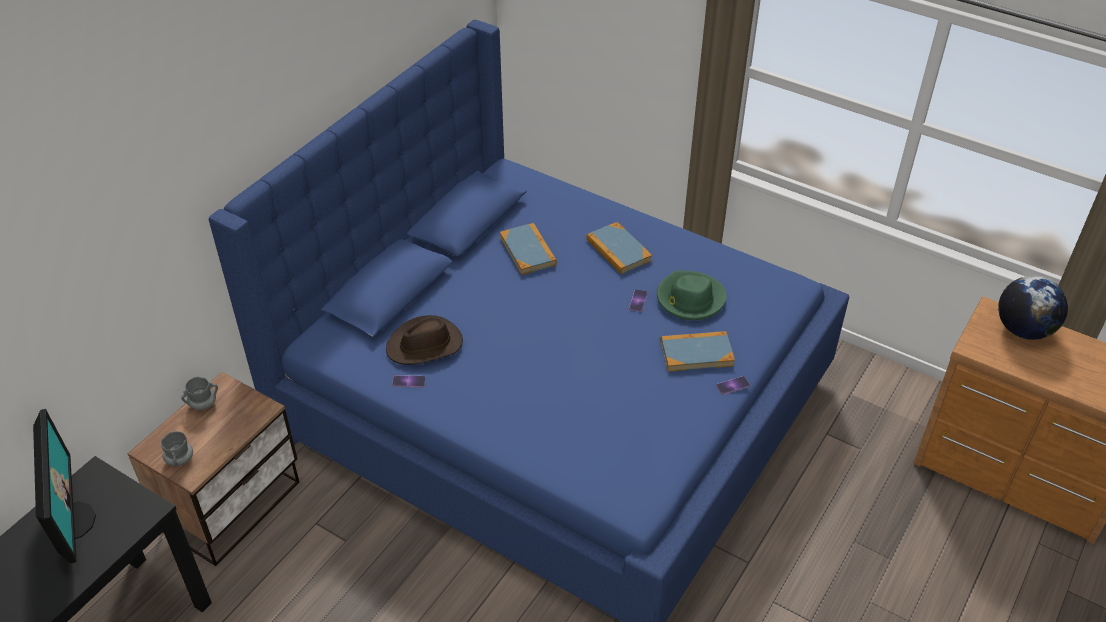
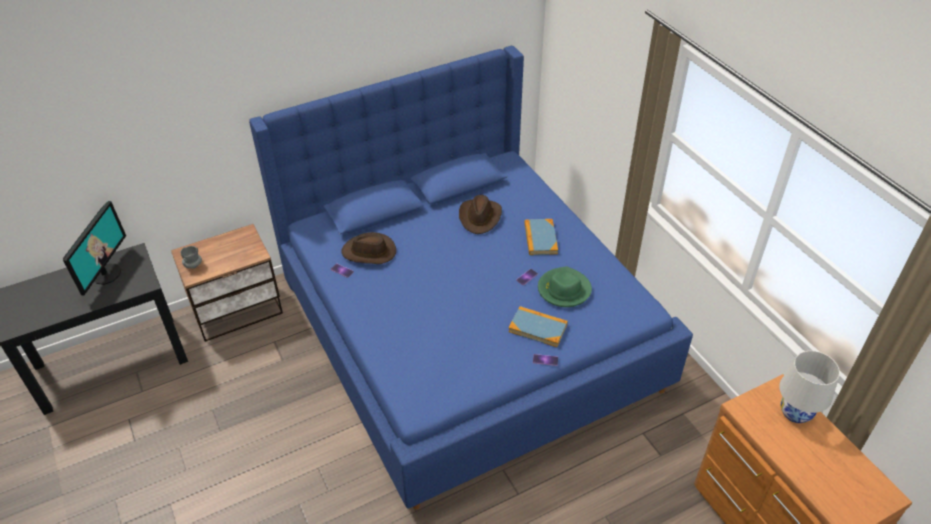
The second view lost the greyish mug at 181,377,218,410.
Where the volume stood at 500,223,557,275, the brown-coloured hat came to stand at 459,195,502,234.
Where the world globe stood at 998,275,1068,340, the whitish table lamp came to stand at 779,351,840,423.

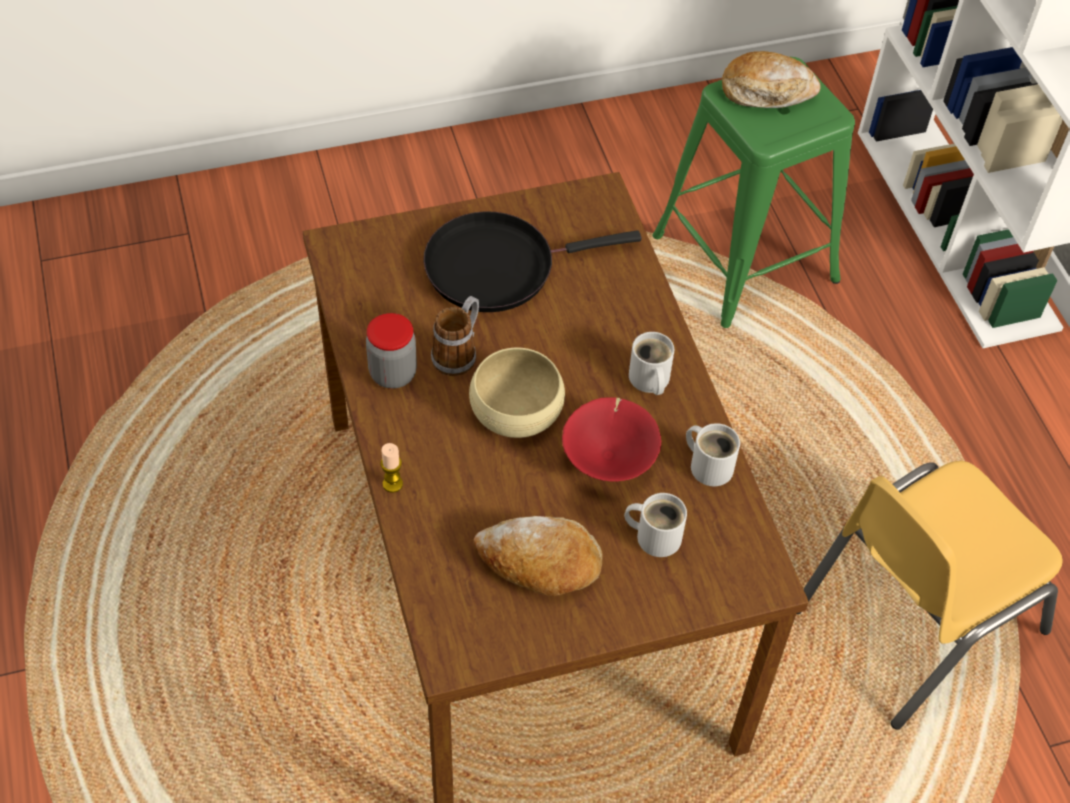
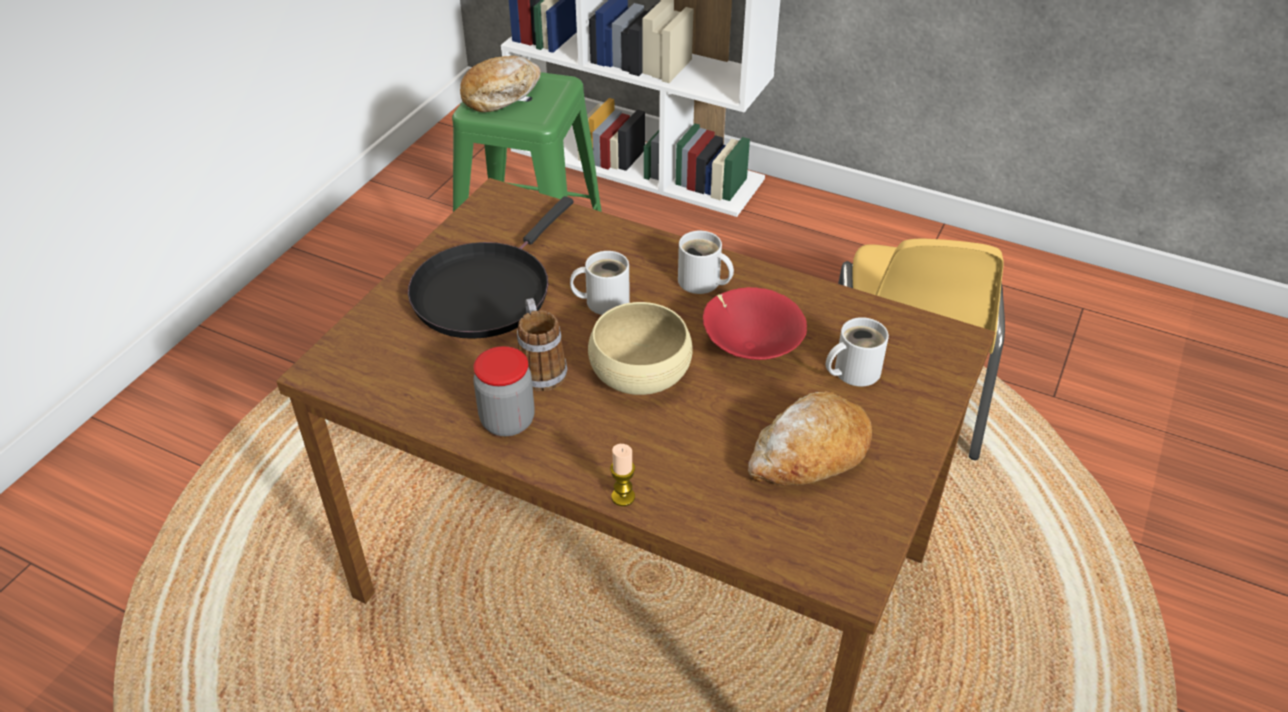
The whitish mug ended up elsewhere, having gone from 686,423,740,486 to 570,251,630,315.

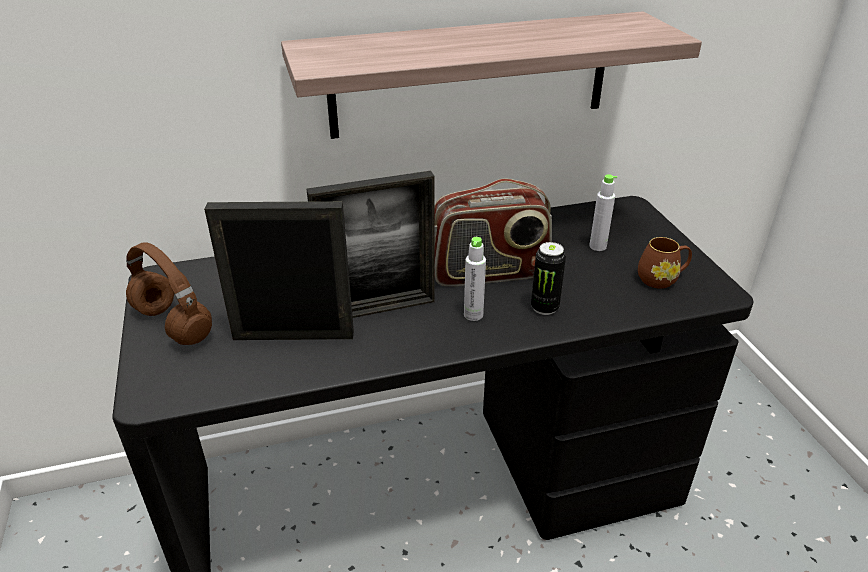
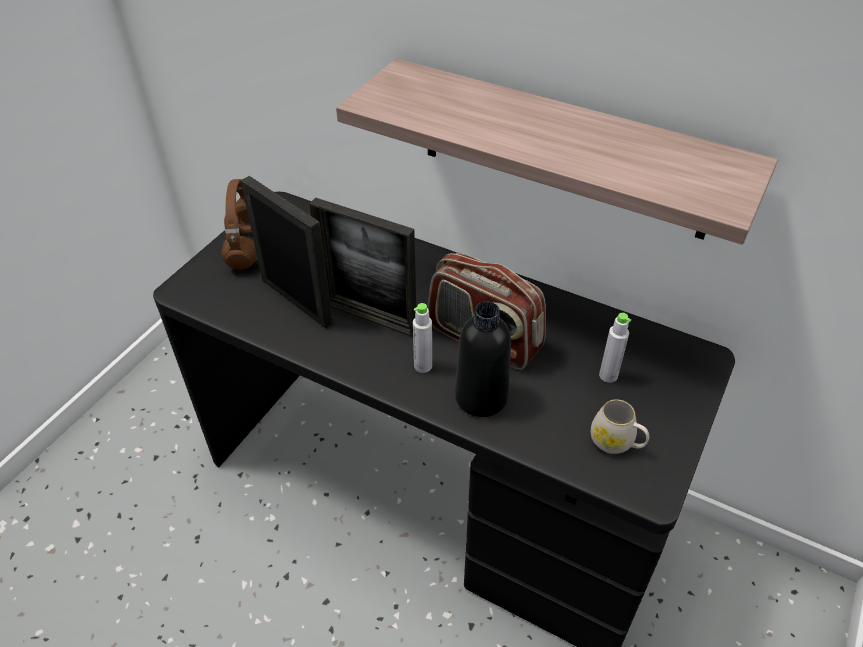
Where the can stood at 531,242,566,315, the blackish drink bottle came to stand at 455,301,511,417.
What was the brown-coloured mug at 638,237,692,289 turned into the whitish mug at 591,399,649,454.

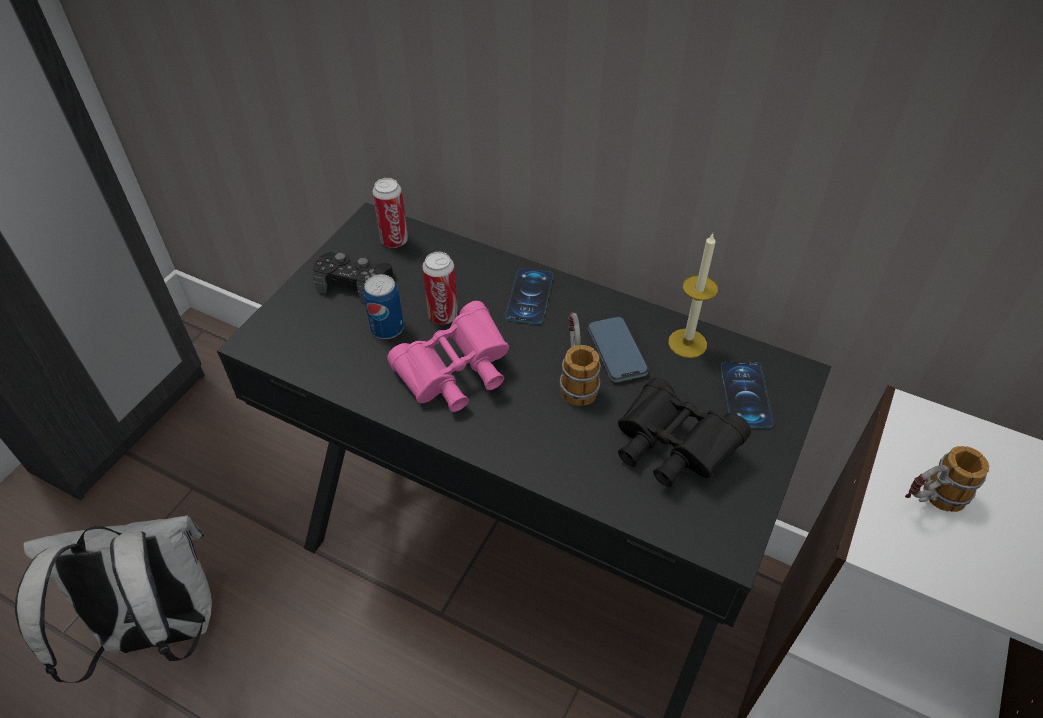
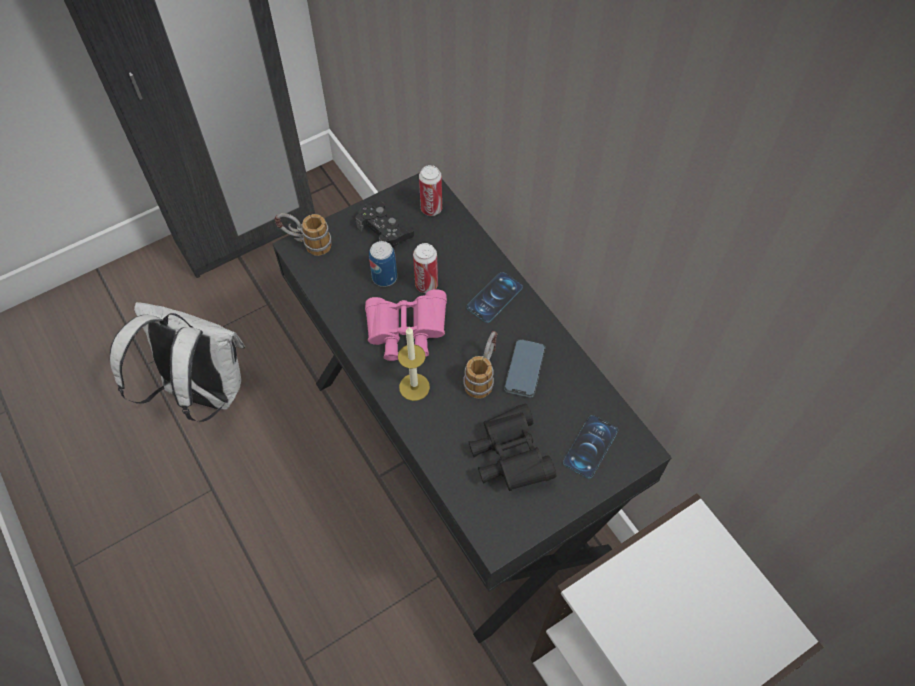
The wax candle ended up elsewhere, having gone from 668,233,718,358 to 398,327,430,401.
The mug ended up elsewhere, having gone from 905,446,989,512 to 274,213,332,256.

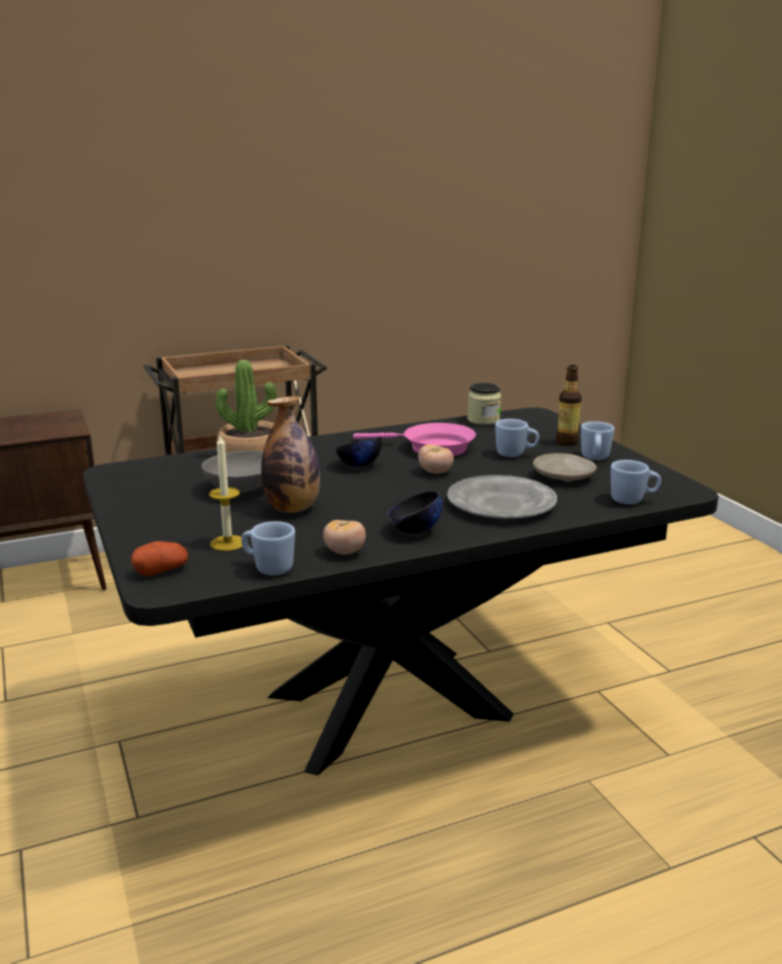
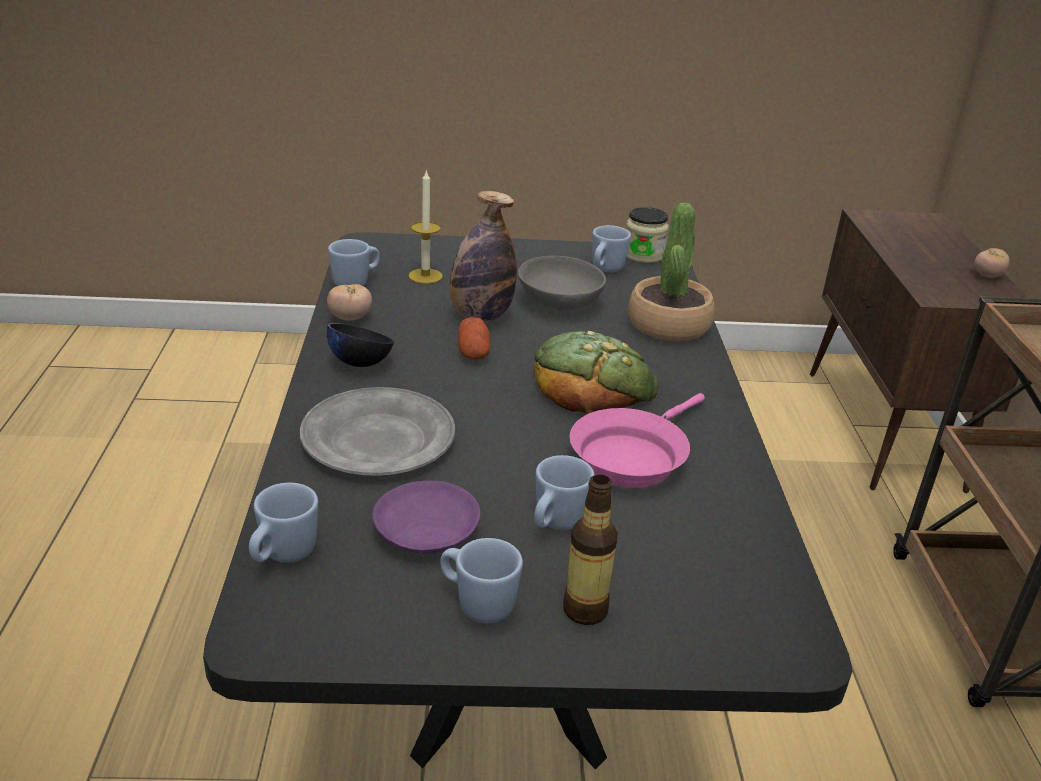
The second view gained the bluish mug at 592,225,631,272.
The whole potato ended up elsewhere, having gone from 131,541,188,576 to 458,317,491,360.
The whole tomato ended up elsewhere, having gone from 418,444,454,474 to 974,248,1010,278.
The preserve jar ended up elsewhere, having gone from 467,383,501,425 to 626,207,669,263.
Where the blackish deep dish stood at 335,437,382,466, the bakery bread came to stand at 533,331,658,413.
What was the beige dinner plate at 533,453,597,482 turned into the purple dinner plate at 372,481,481,554.

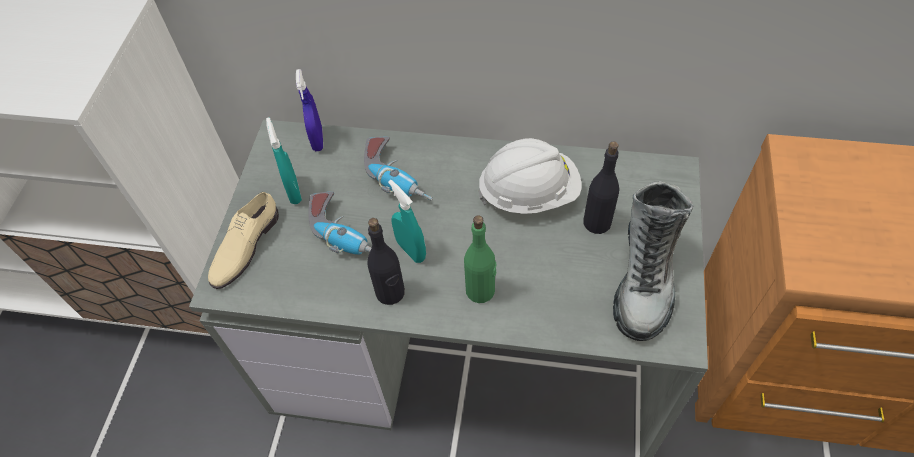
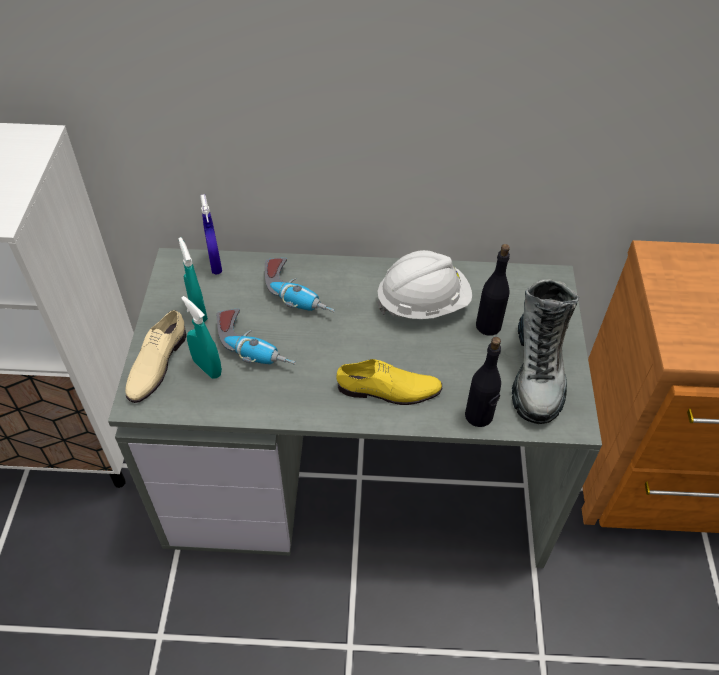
The blackish drink bottle ended up elsewhere, having gone from 367,218,405,305 to 465,337,501,427.
The turquoise-coloured sprayer ended up elsewhere, having gone from 388,180,426,263 to 181,296,222,379.
Where the green drink bottle stood at 464,215,496,303, the yellowish shoe came to stand at 336,359,443,405.

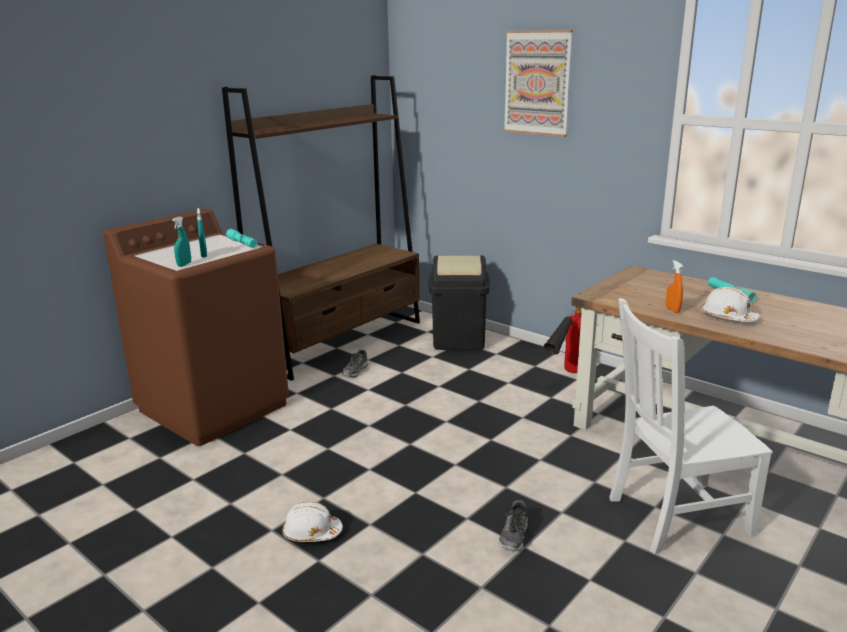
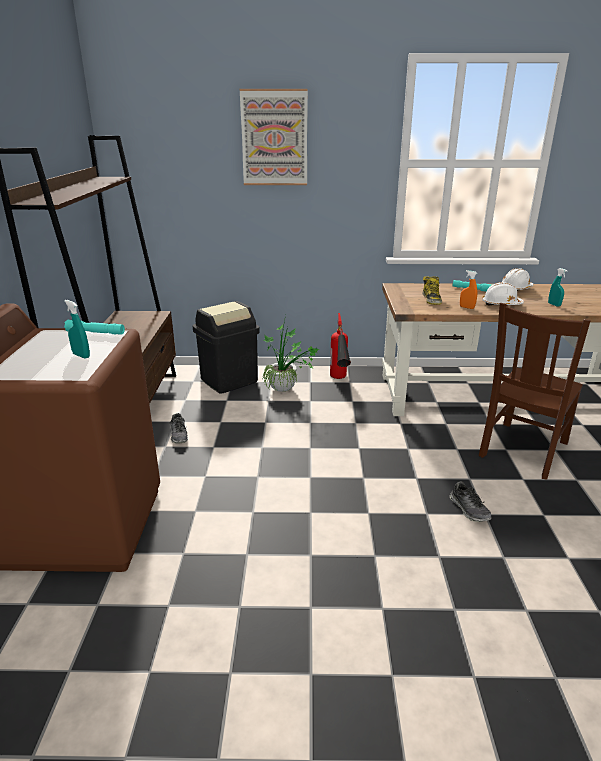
The second view gained the houseplant at 262,316,319,392.
The second view gained the tall boot at 422,276,442,305.
The turquoise-coloured sprayer ended up elsewhere, having gone from 172,216,191,267 to 548,268,568,307.
The whitish safety helmet ended up elsewhere, having gone from 282,501,343,542 to 502,268,534,291.
What was the whitish plain chair at 609,298,773,554 turned into the brown-coloured plain chair at 478,303,591,480.

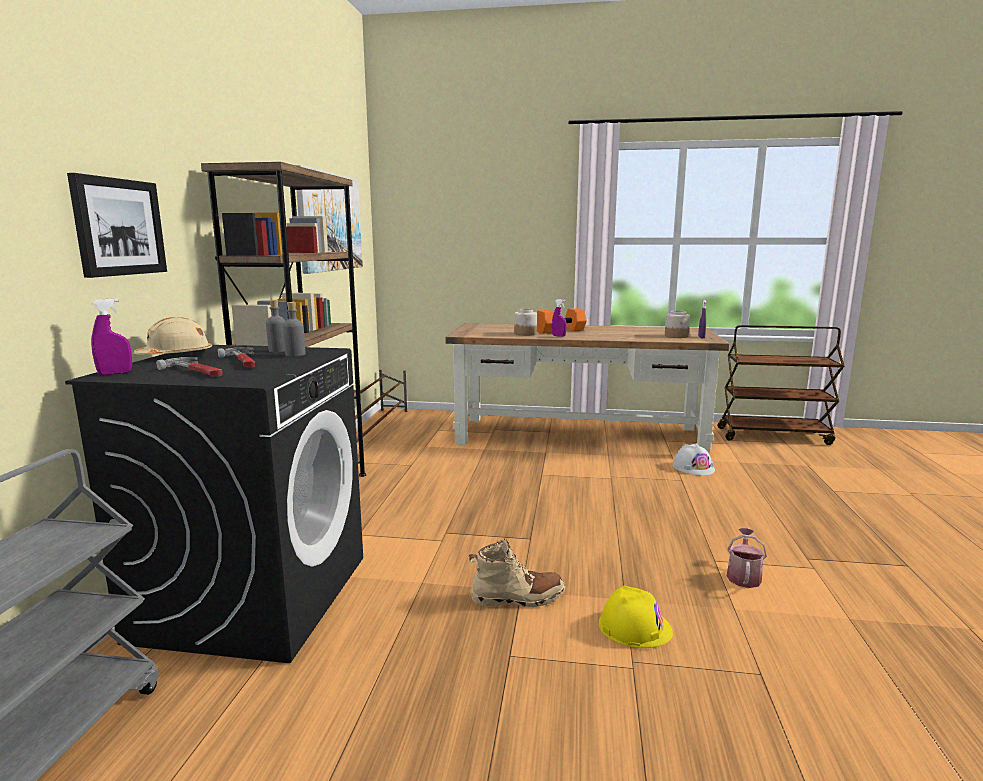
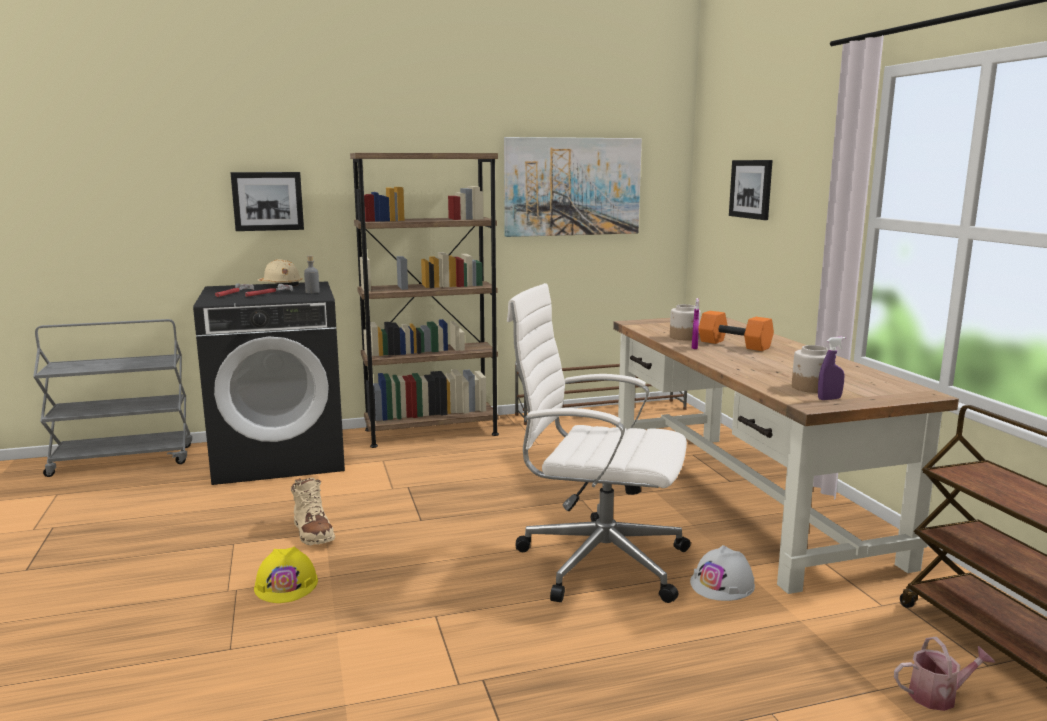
The second view lost the purple sprayer at 91,298,132,375.
The second view lost the greyish drink bottle at 283,302,305,356.
The second view gained the whitish office chair at 507,283,691,603.
The second view gained the wall picture at 729,160,773,220.
The sprinkling can ended up elsewhere, having gone from 727,528,767,588 to 894,637,995,711.

